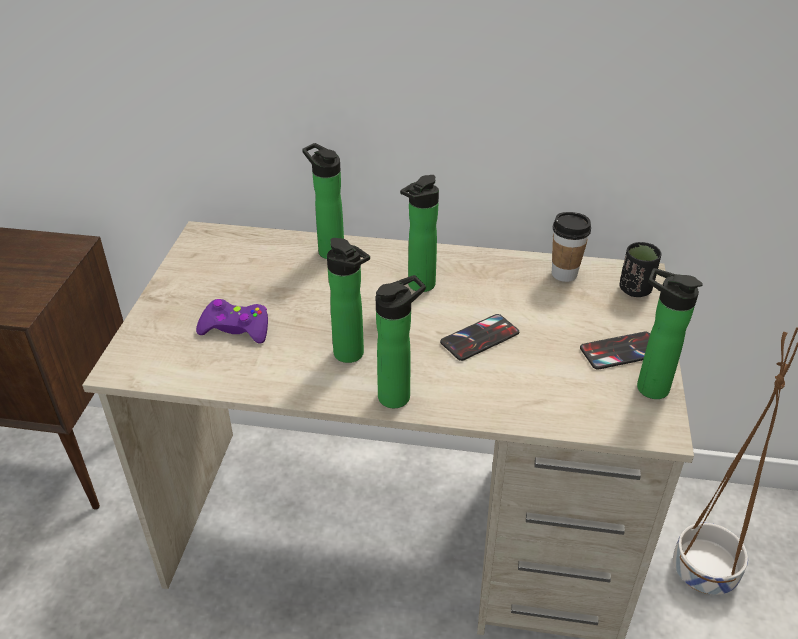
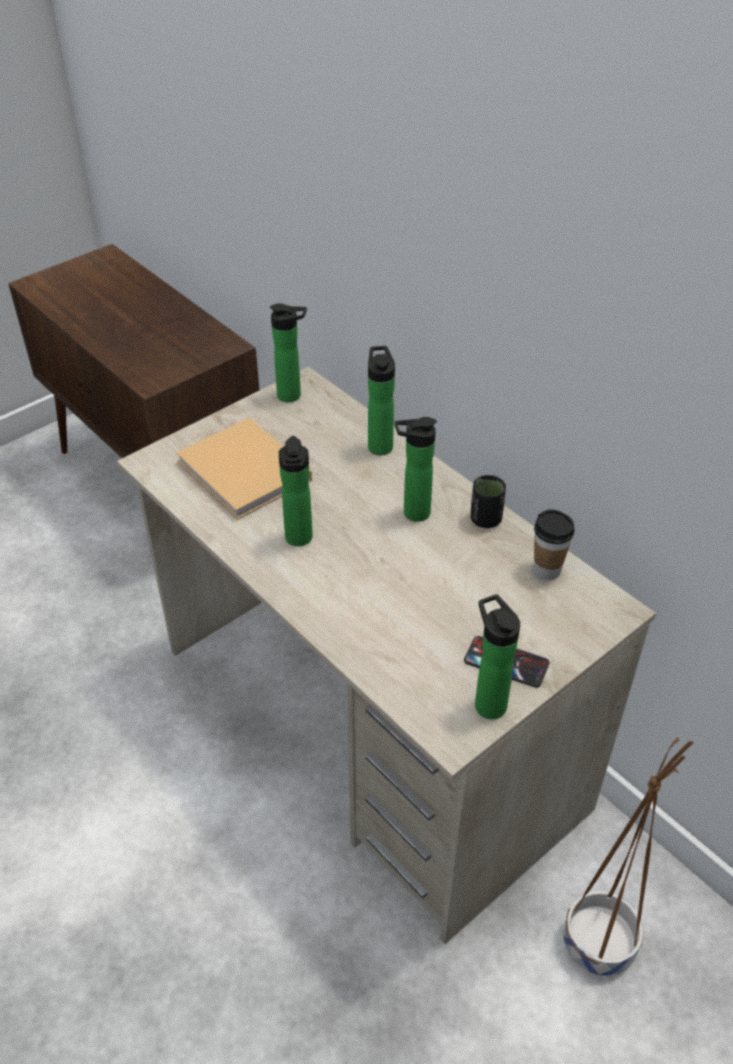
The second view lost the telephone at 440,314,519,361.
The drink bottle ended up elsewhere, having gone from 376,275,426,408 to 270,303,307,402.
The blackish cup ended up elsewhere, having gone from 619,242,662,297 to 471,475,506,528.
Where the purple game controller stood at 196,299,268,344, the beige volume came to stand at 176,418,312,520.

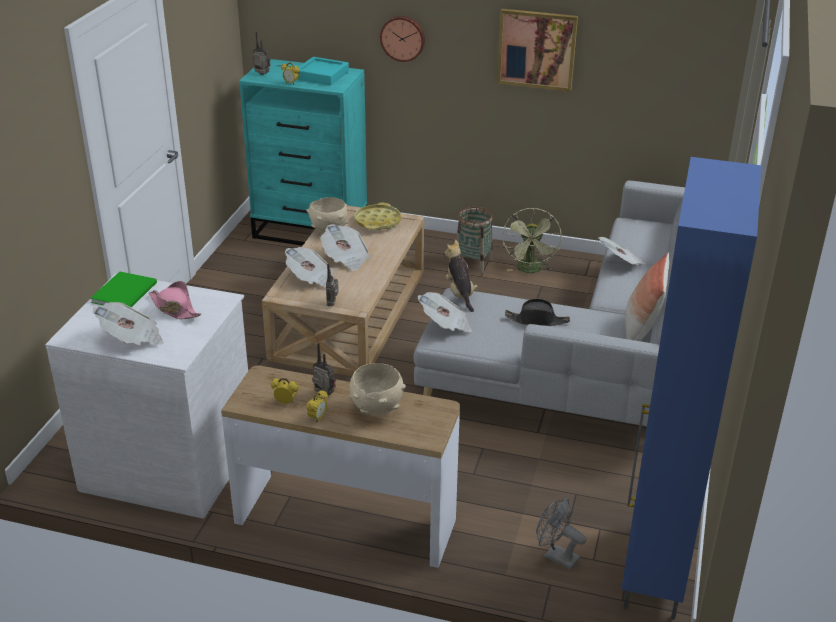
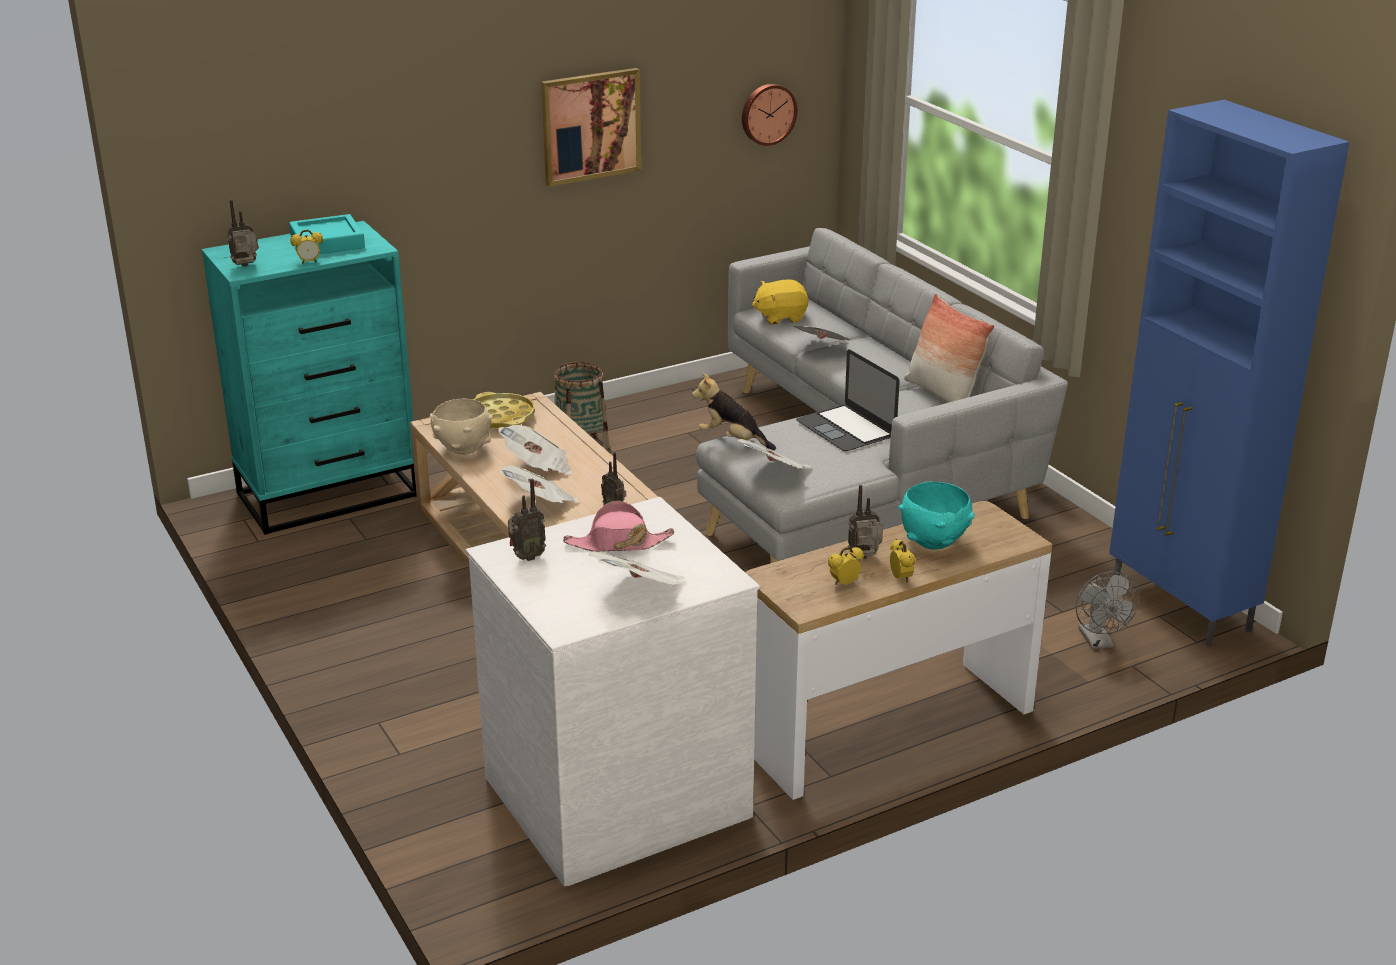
The second view lost the green cooling fan at 502,208,562,273.
The second view gained the yellowish cuddly toy at 752,280,808,324.
The clock on the wall ended up elsewhere, having gone from 380,16,425,62 to 742,84,797,146.
Where the green volume stood at 90,271,157,307, the radio receiver came to stand at 508,479,546,561.
Where the blackish hat stood at 505,299,570,326, the notebook computer came to stand at 796,349,900,451.
What was the beige deep dish at 349,363,406,416 turned into the turquoise-coloured deep dish at 898,482,975,549.
The greyish cooling fan at 536,498,586,570 ended up facing another way, 90 degrees counterclockwise from before.

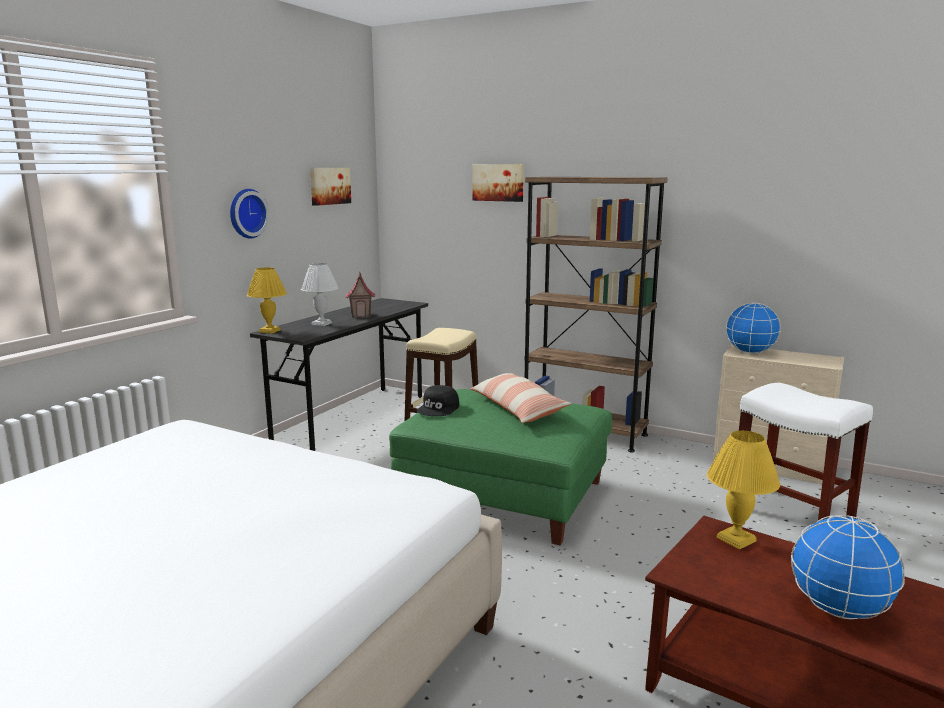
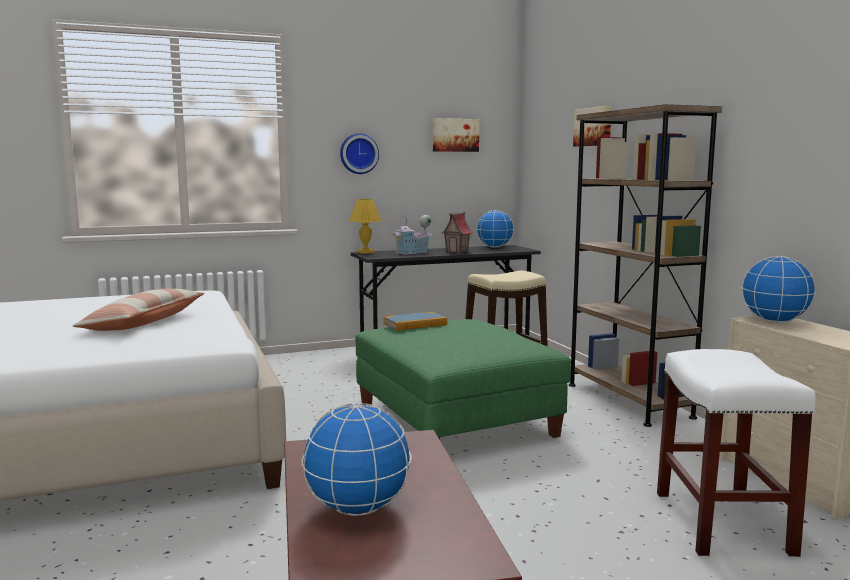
The second view lost the yellowish table lamp at 707,431,780,549.
The second view gained the world globe at 476,210,514,248.
The throw pillow ended up elsewhere, having gone from 470,373,572,423 to 73,289,204,331.
Where the whitish table lamp stood at 301,263,338,326, the toy house came to stand at 392,213,432,255.
Where the blackish cap stood at 417,385,459,416, the volume came to stand at 383,312,447,331.

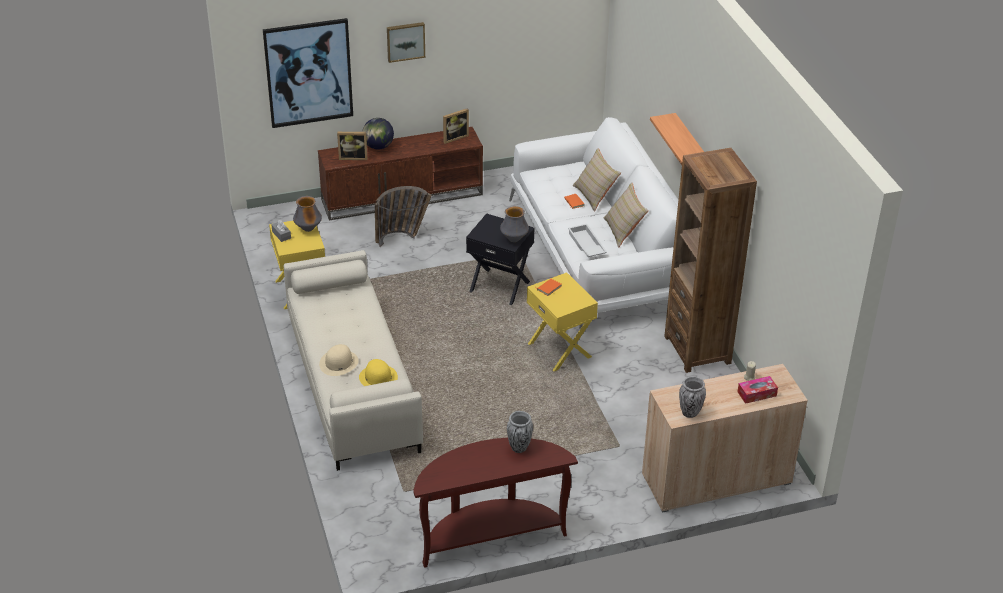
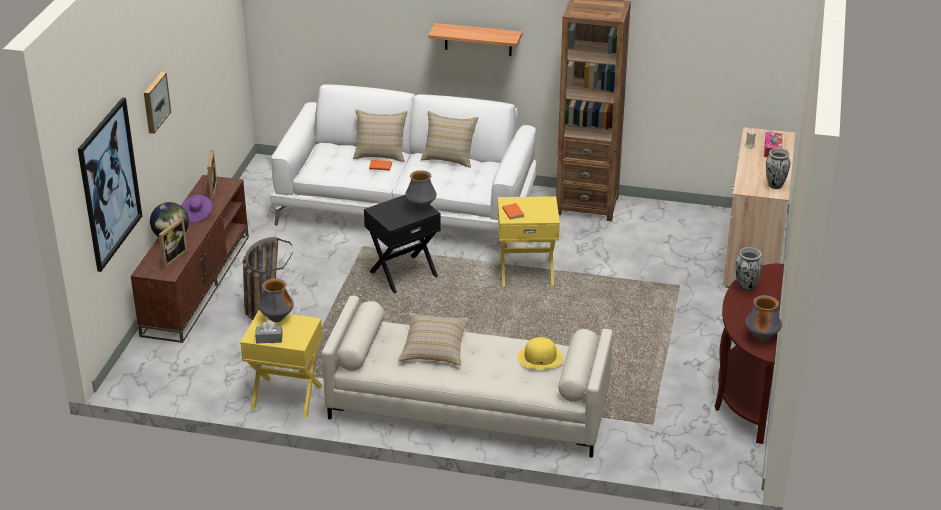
The second view lost the beige hat at 319,344,359,376.
The second view lost the whitish tray at 568,224,607,257.
The second view gained the purple hat at 182,195,212,222.
The second view gained the beige throw pillow at 399,313,469,366.
The second view gained the decorative vase at 745,295,782,341.

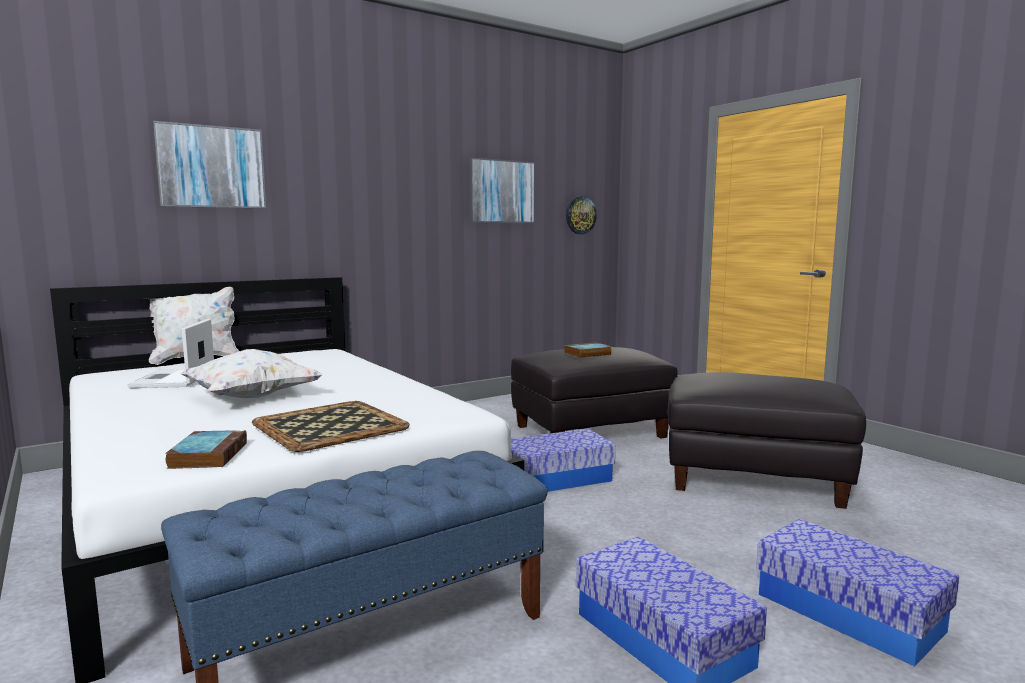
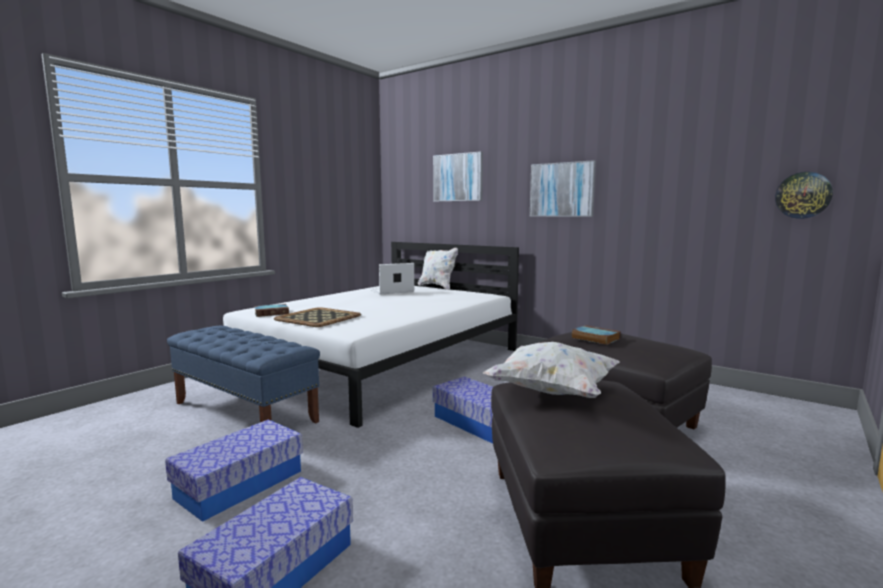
The whitish throw pillow ended up elsewhere, having gone from 180,349,323,398 to 483,342,619,398.
The wall picture ended up elsewhere, having gone from 469,158,535,223 to 530,160,596,217.

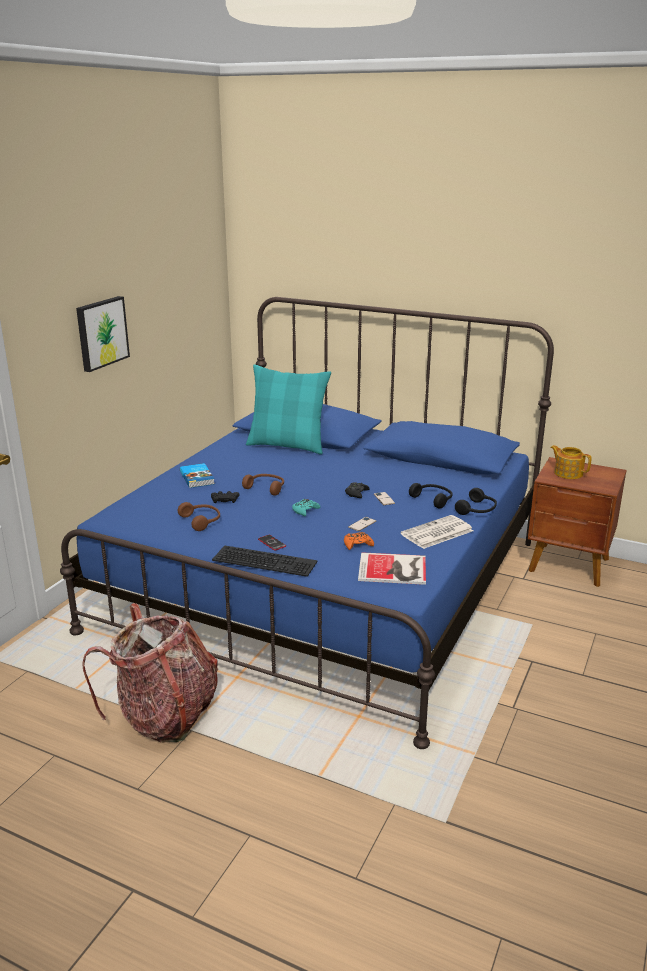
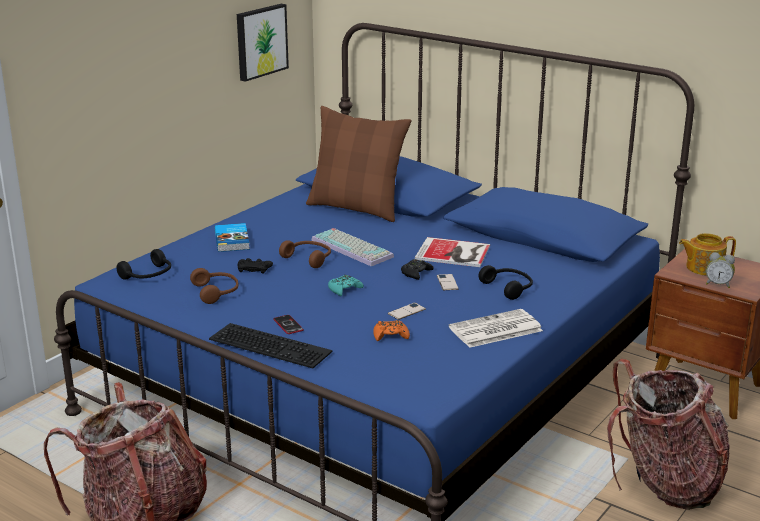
The second view gained the PC keyboard at 312,228,394,266.
The second view gained the backpack at 607,359,730,510.
The second view gained the table clock at 706,252,735,288.
The wall picture ended up elsewhere, having gone from 76,296,130,372 to 237,4,289,82.
The volume ended up elsewhere, having gone from 358,552,426,585 to 415,237,490,267.
The blackish headphones ended up elsewhere, having gone from 455,488,497,515 to 116,249,171,280.
What was the turquoise-coloured throw pillow at 246,364,331,454 turned into the brown-coloured throw pillow at 306,106,411,222.
The teapot at 550,445,592,479 ended up facing another way, 60 degrees counterclockwise from before.

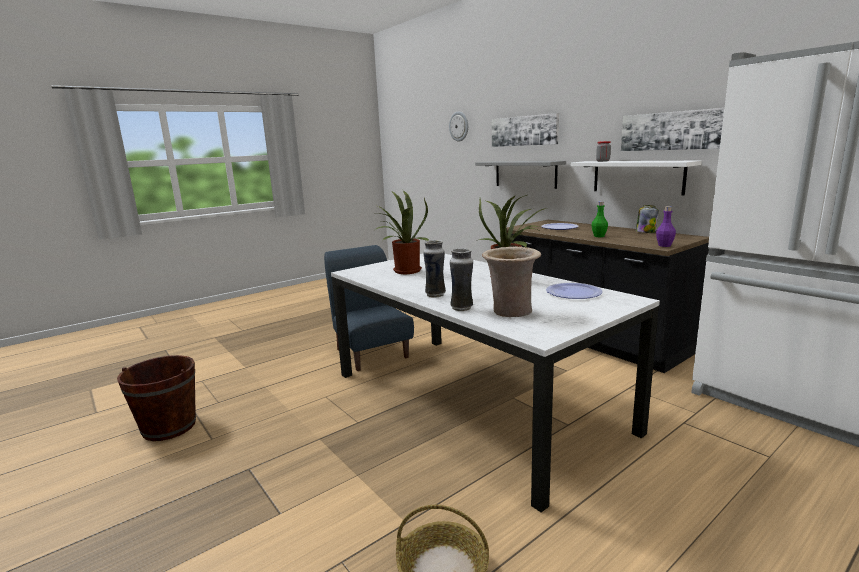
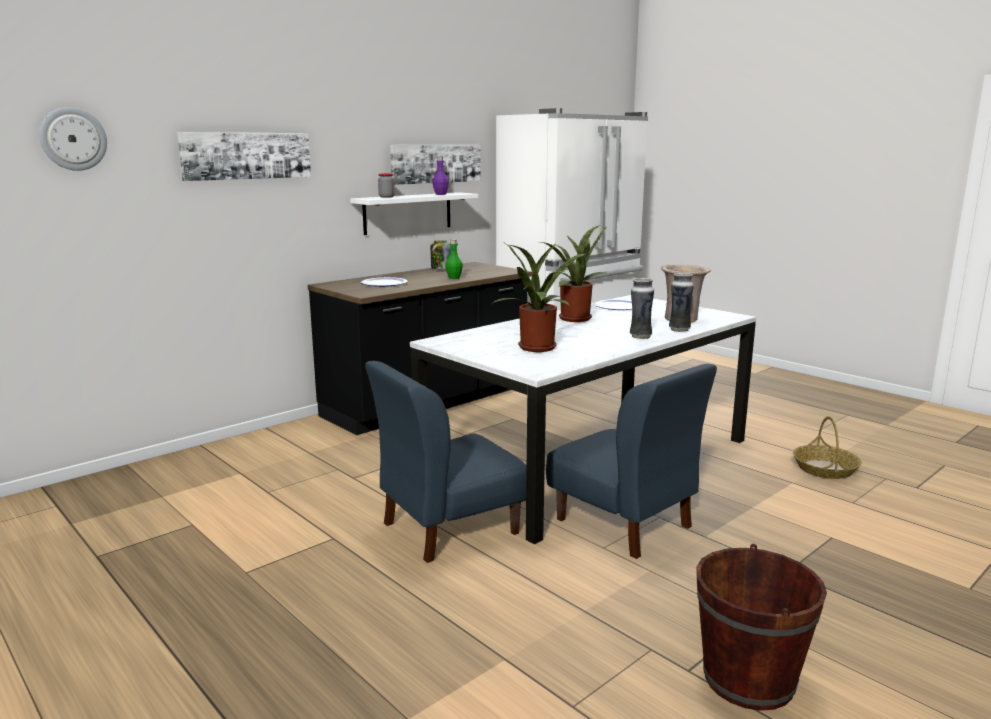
The second view lost the greyish wall shelf at 475,161,566,189.
The second view gained the bluish plain chair at 546,364,717,559.
The purple drink bottle ended up elsewhere, having gone from 656,206,676,247 to 432,157,449,195.

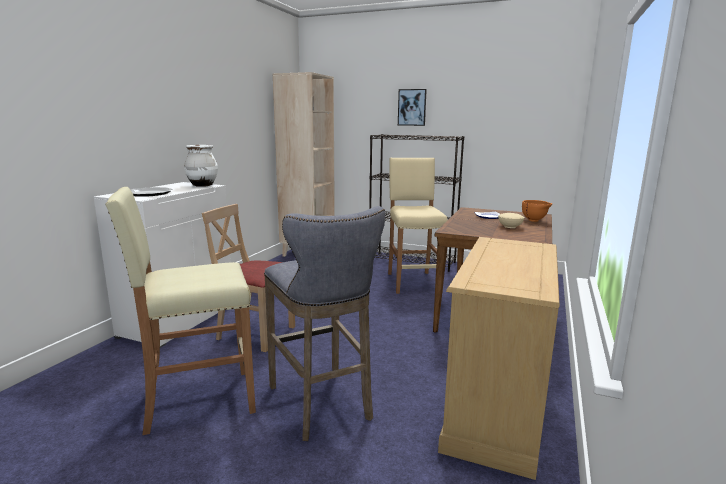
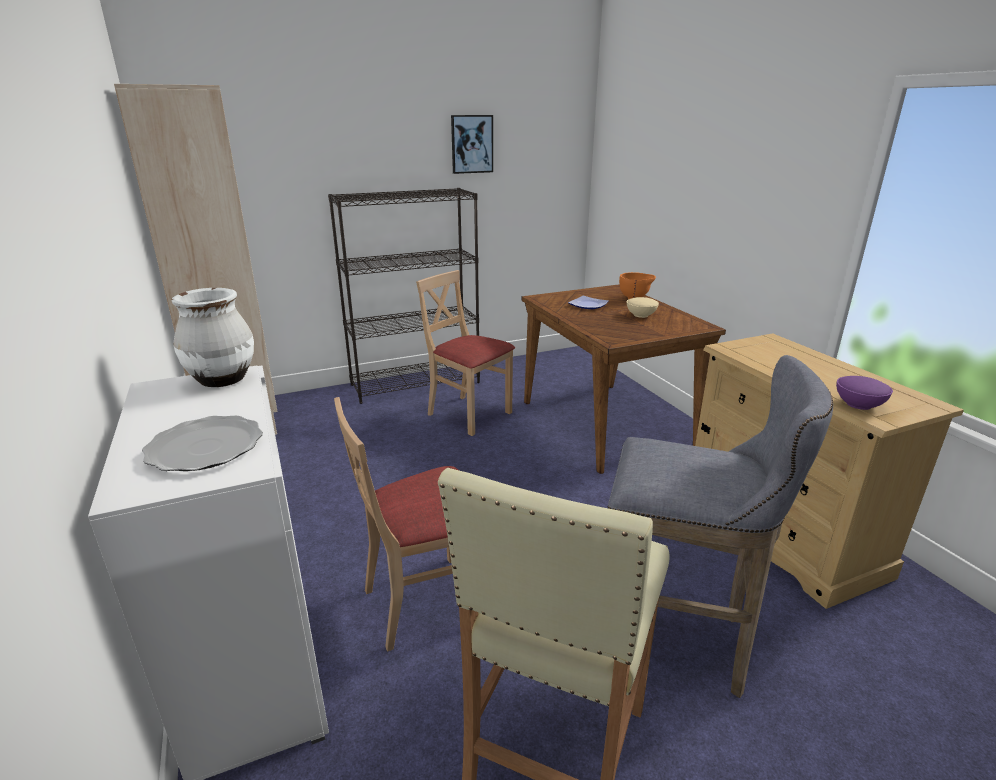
The second view gained the purple deep dish at 836,376,893,410.
The wall picture ended up elsewhere, having gone from 398,89,427,126 to 451,115,493,174.
Where the beige sitting stool stood at 388,158,448,294, the beige plain chair came to stand at 416,270,515,436.

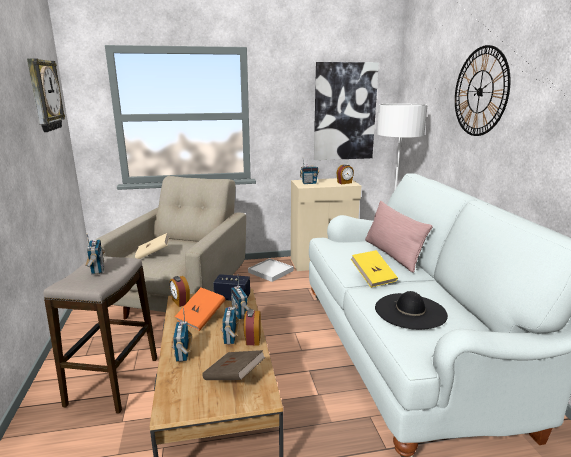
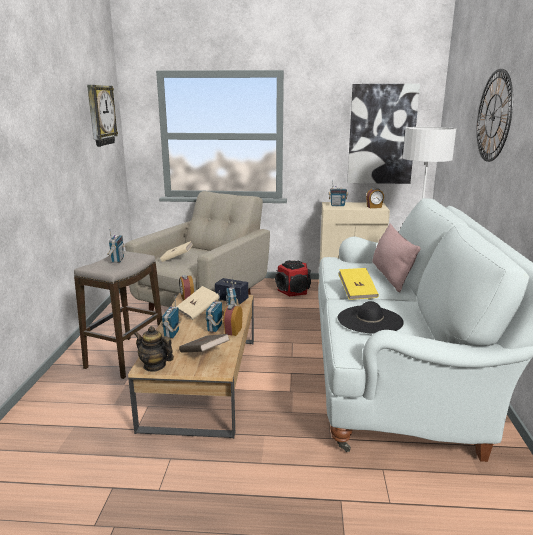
The second view gained the teapot at 134,326,174,372.
Where the whitish tray stood at 248,258,293,282, the speaker came to stand at 275,260,311,297.
What was the orange-coloured volume at 175,288,226,331 turned into the beige volume at 176,286,220,320.

